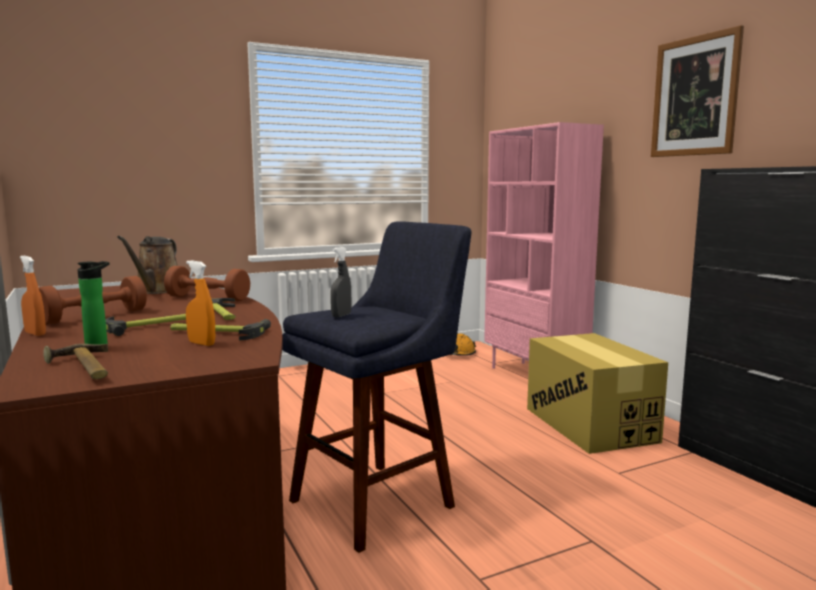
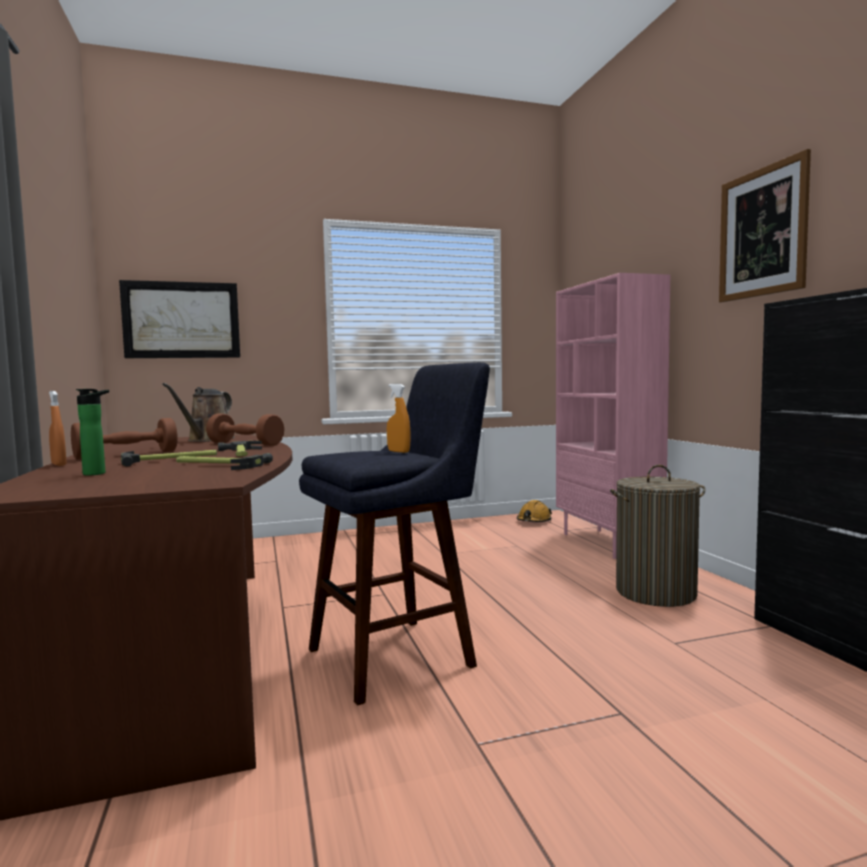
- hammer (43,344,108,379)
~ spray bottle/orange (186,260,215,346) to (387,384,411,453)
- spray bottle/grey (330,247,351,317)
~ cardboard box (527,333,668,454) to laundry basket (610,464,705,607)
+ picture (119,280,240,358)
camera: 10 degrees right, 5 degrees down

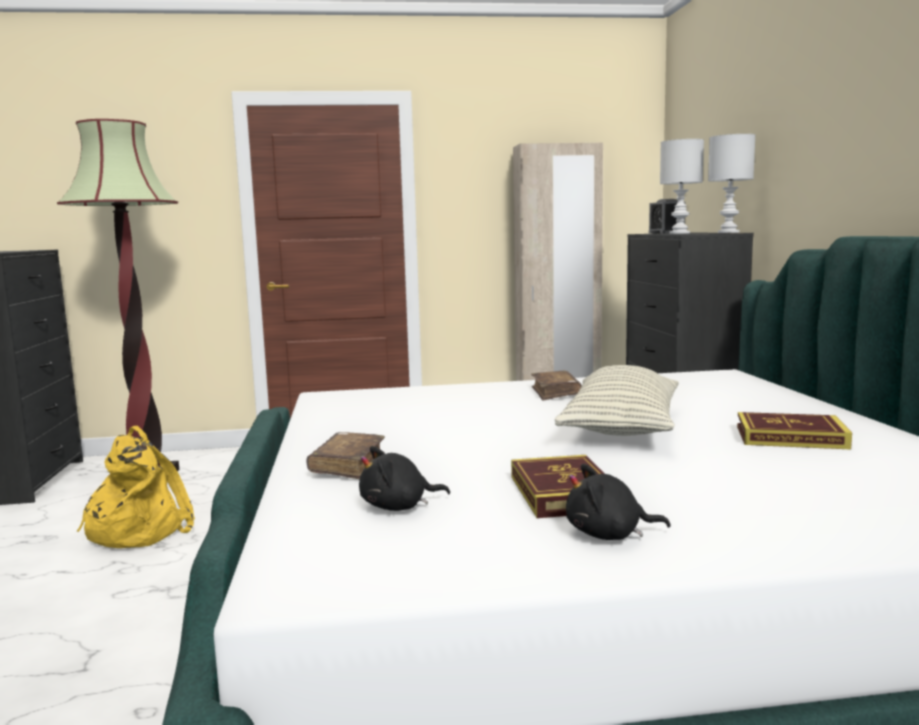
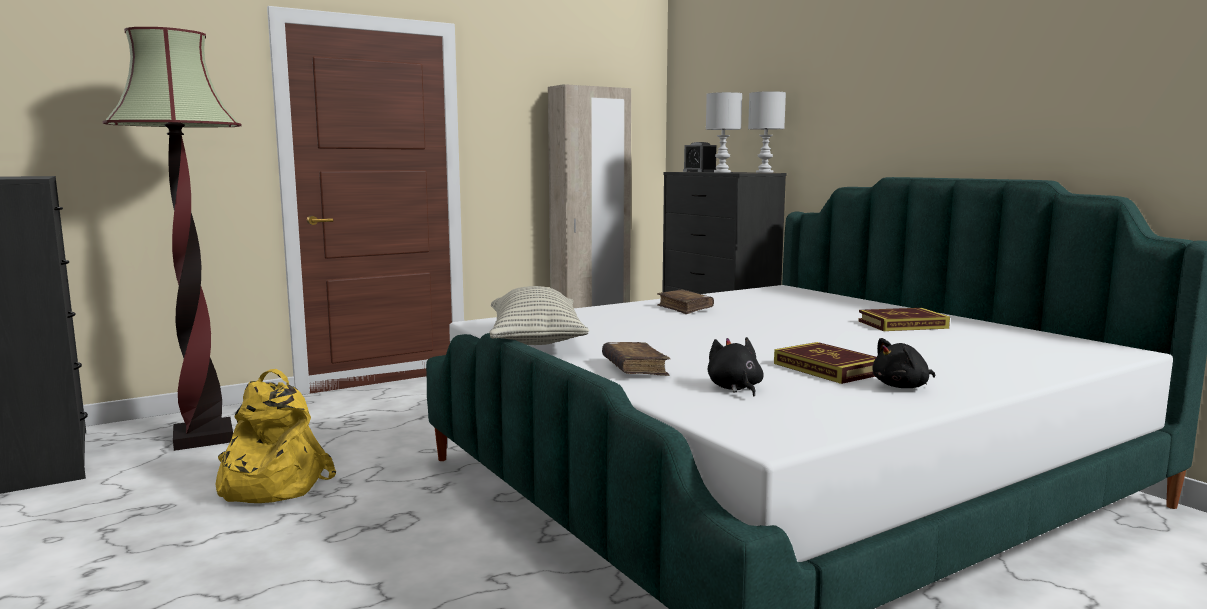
~ plush toy/black (359,446,450,511) = (708,337,764,396) 120 degrees clockwise
~ pillow (555,365,679,436) to (489,286,589,345)
camera: 25 degrees left, 0 degrees up

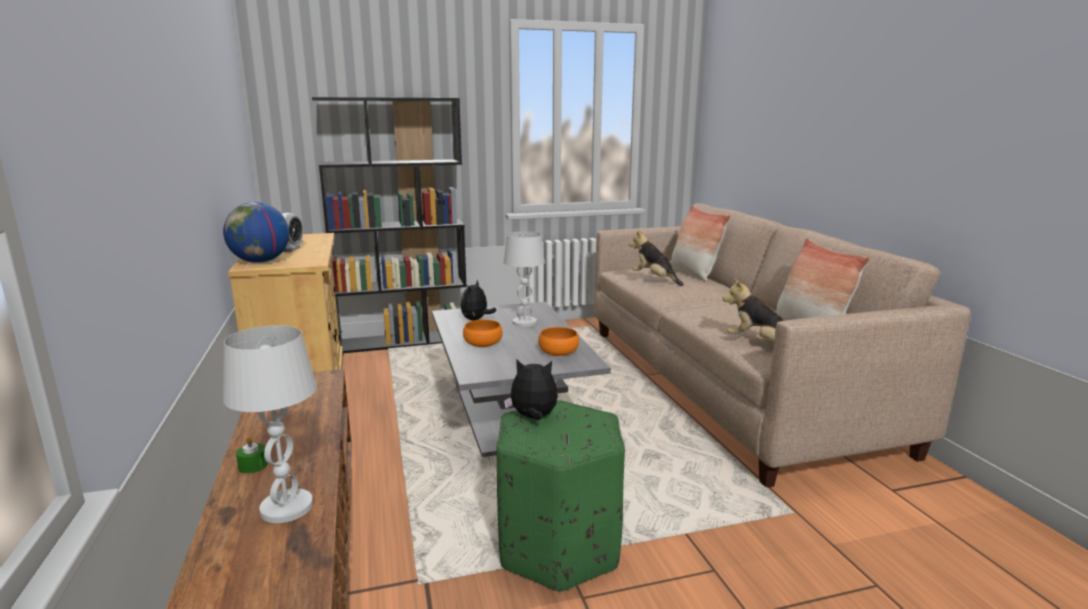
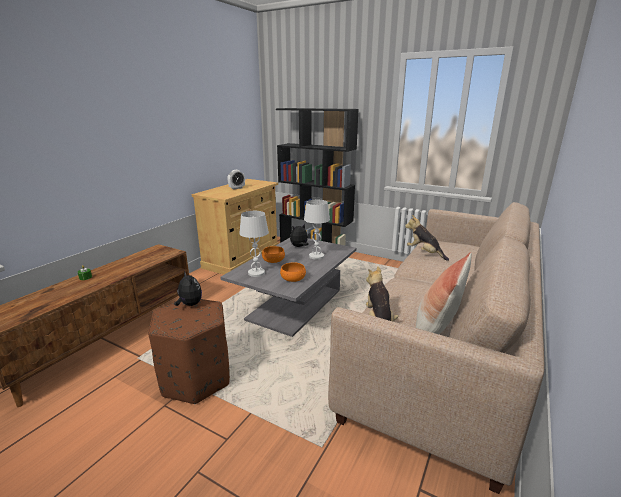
- globe (223,202,289,263)
~ table lamp/white (223,325,317,523) to (239,211,269,277)
~ ottoman/green (496,400,625,592) to ottoman/brown (148,299,230,404)
~ plush toy (629,230,684,286) = (405,215,449,261) 45 degrees counterclockwise
- pillow (670,205,730,281)
camera: 45 degrees right, 5 degrees up

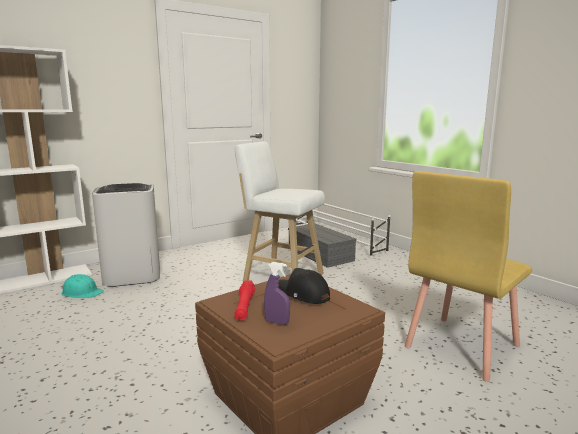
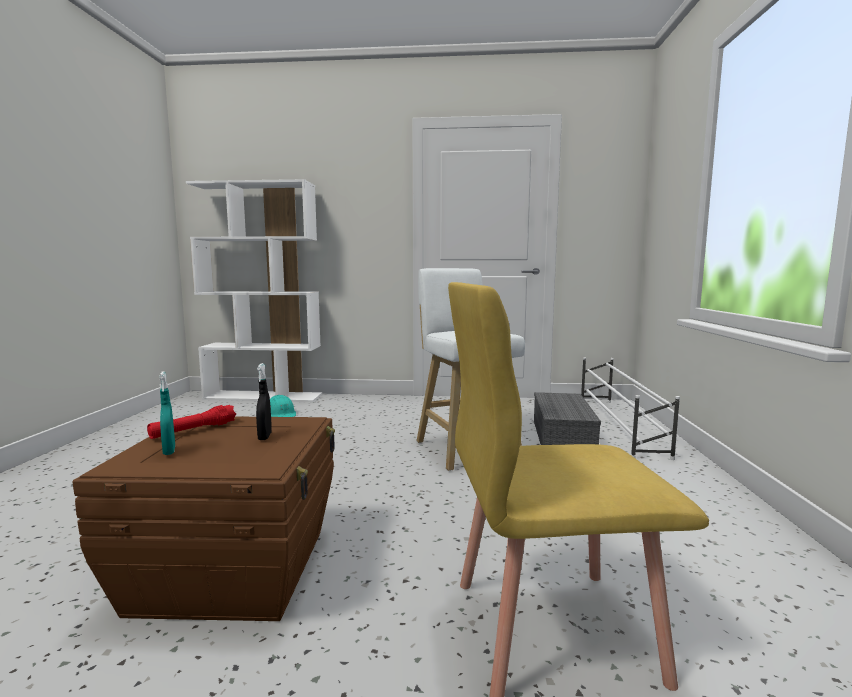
- trash can/white (92,183,160,287)
~ spray bottle/purple (264,262,290,325) to spray bottle/turquoise (159,371,175,455)
~ cap/black (278,268,330,304) to spray bottle/black (256,363,272,440)
camera: 40 degrees right, 5 degrees down

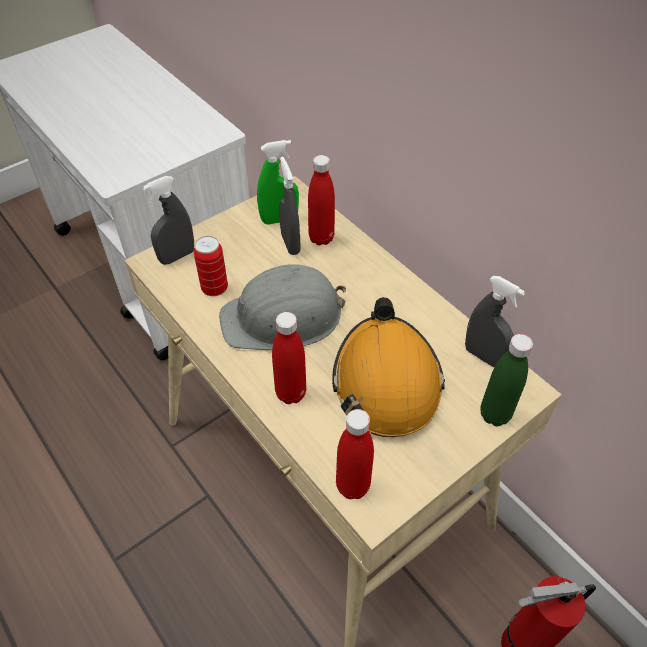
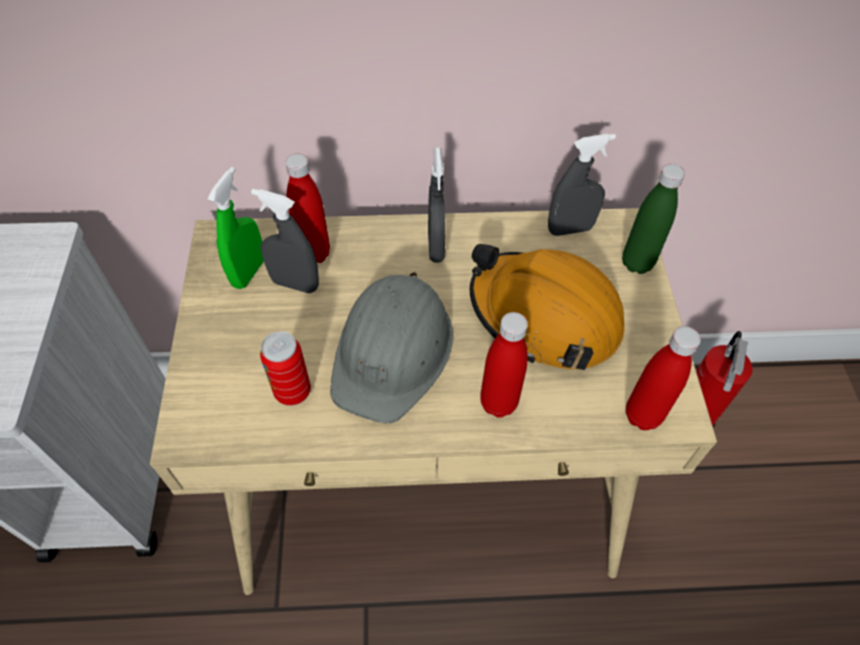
~ spray bottle/grey (143,176,194,265) to (428,147,445,263)
camera: 55 degrees left, 5 degrees up

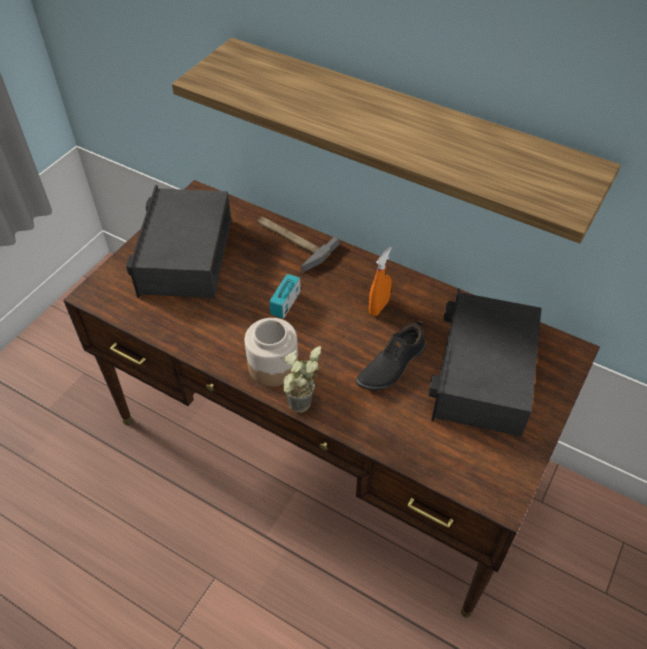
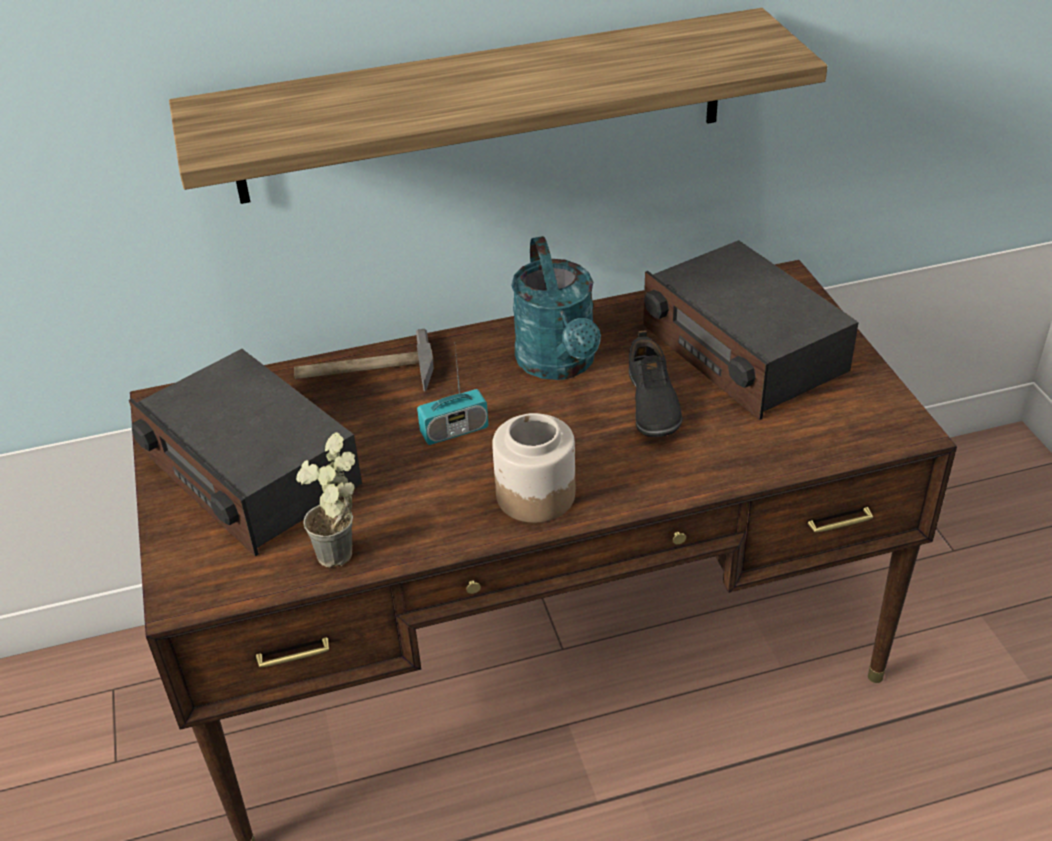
~ radio (270,270,301,319) = (417,347,489,445) 90 degrees counterclockwise
~ potted plant (283,346,321,413) to (296,432,355,567)
~ spray bottle/orange (369,246,392,316) to watering can/turquoise (511,236,601,380)
camera: 45 degrees left, 10 degrees down

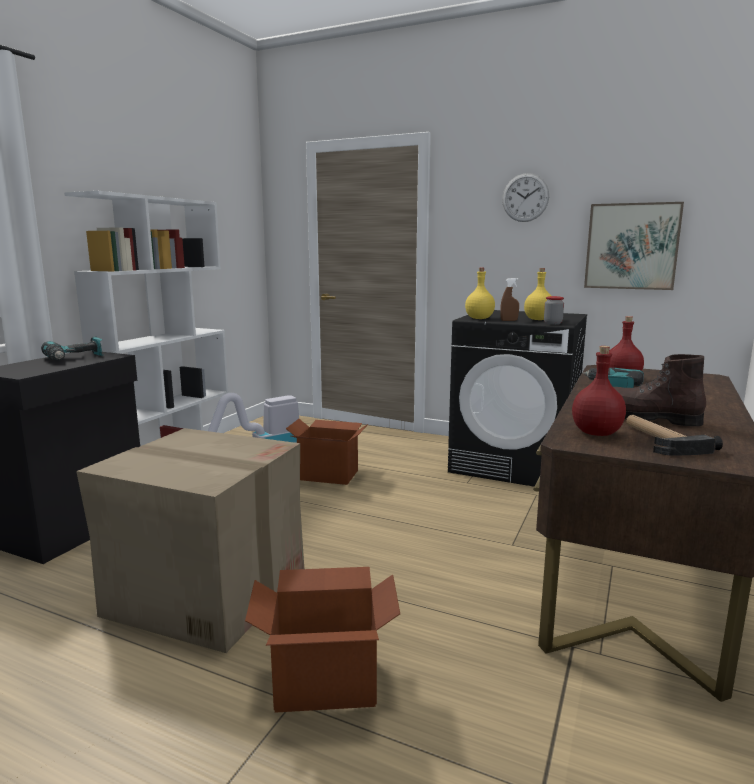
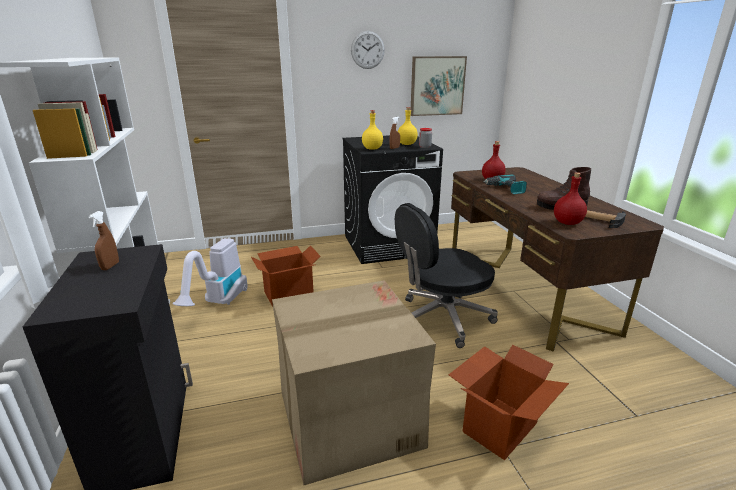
~ power drill (41,337,103,360) to spray bottle/brown (88,211,119,270)
+ office chair/black (395,203,498,348)
camera: 40 degrees left, 10 degrees up

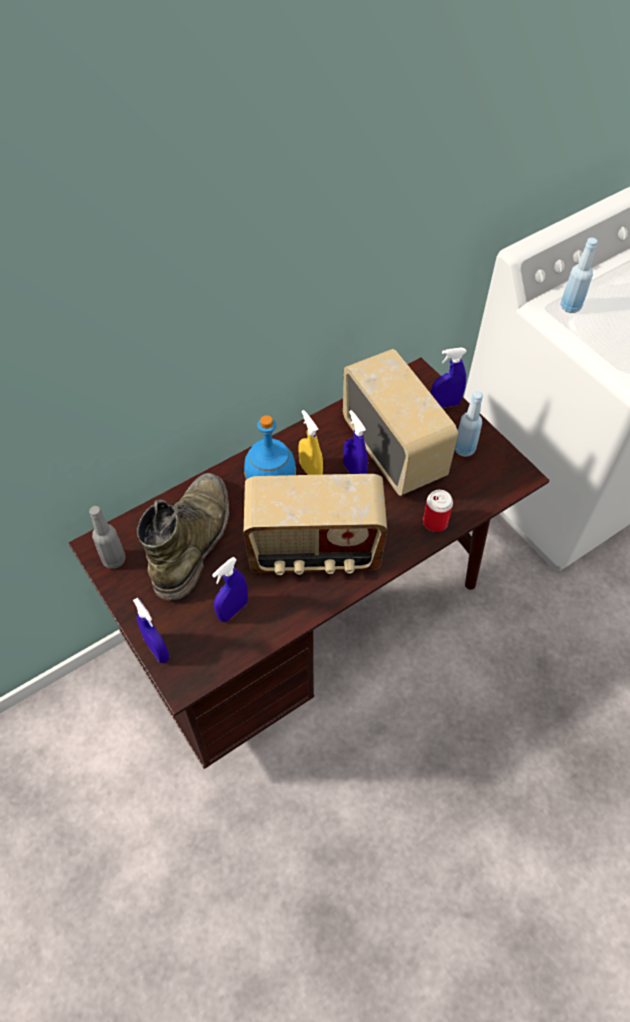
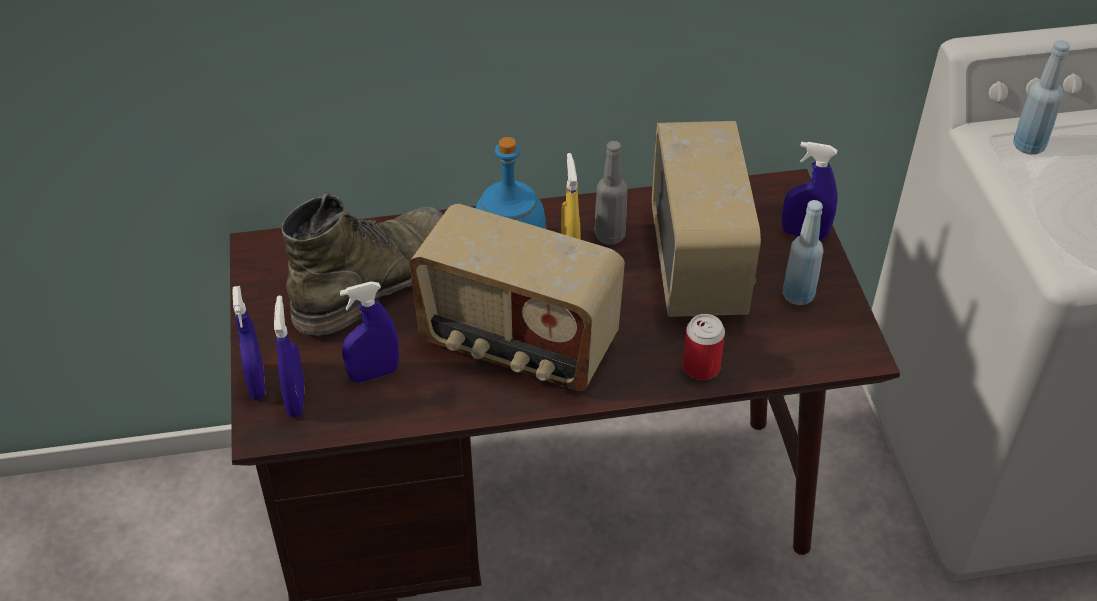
~ bottle/grey (89,506,126,569) to (594,141,628,244)
~ spray bottle/blue (343,410,368,474) to (274,296,305,417)
camera: 25 degrees right, 10 degrees down

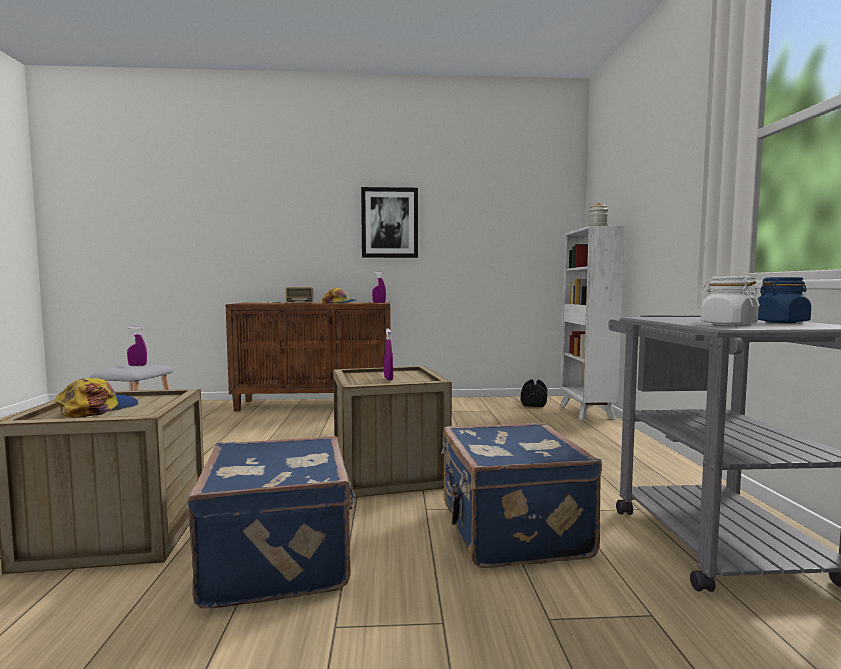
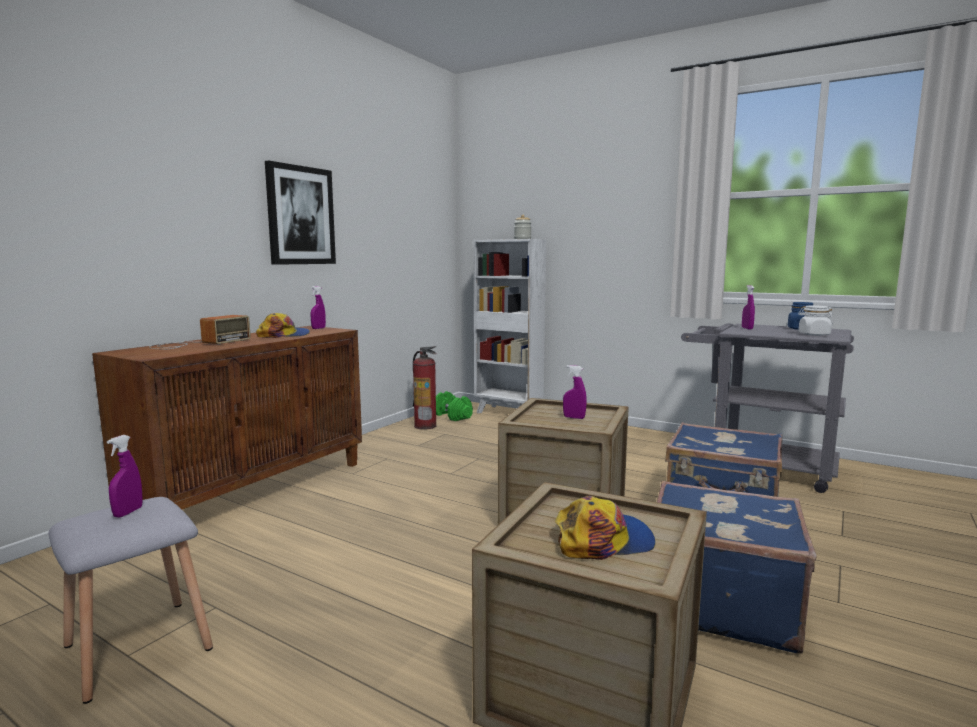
~ cap (55,378,138,418) = (555,496,655,560) 105 degrees clockwise
~ dumbbell/black (521,379,547,407) to dumbbell/green (436,391,473,421)
+ fire extinguisher (413,346,437,429)
+ spray bottle/purple (742,285,755,330)
camera: 55 degrees left, 5 degrees up

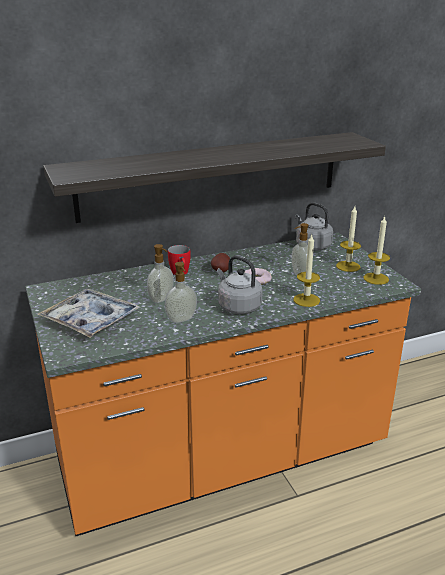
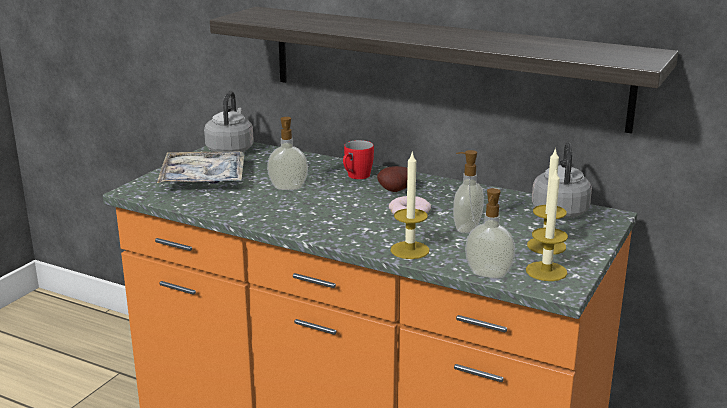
~ soap dispenser (165,262,197,323) to (465,188,515,279)
~ kettle/grey (217,256,263,314) to (204,91,254,152)
camera: 50 degrees right, 5 degrees down

